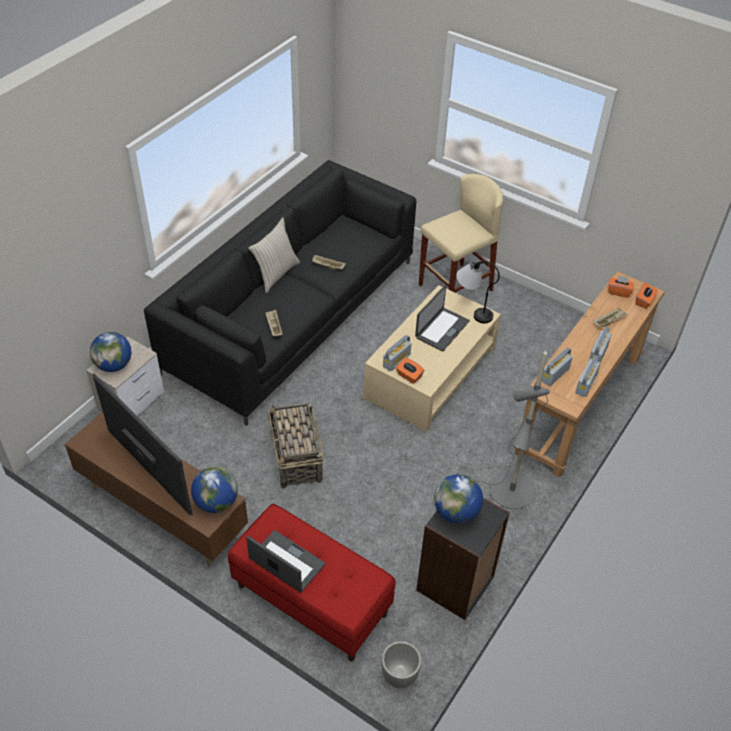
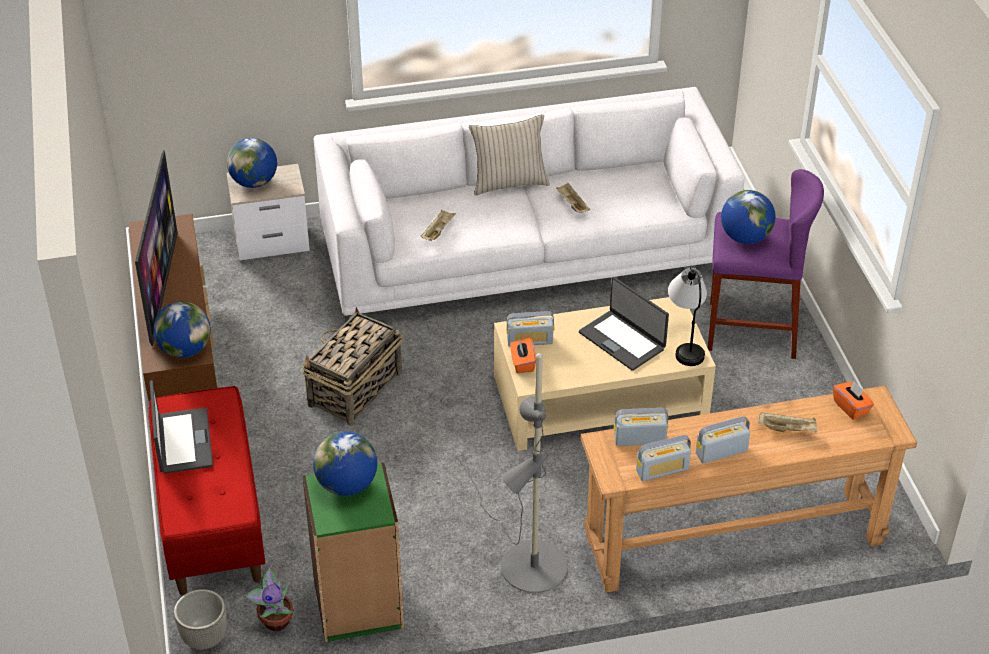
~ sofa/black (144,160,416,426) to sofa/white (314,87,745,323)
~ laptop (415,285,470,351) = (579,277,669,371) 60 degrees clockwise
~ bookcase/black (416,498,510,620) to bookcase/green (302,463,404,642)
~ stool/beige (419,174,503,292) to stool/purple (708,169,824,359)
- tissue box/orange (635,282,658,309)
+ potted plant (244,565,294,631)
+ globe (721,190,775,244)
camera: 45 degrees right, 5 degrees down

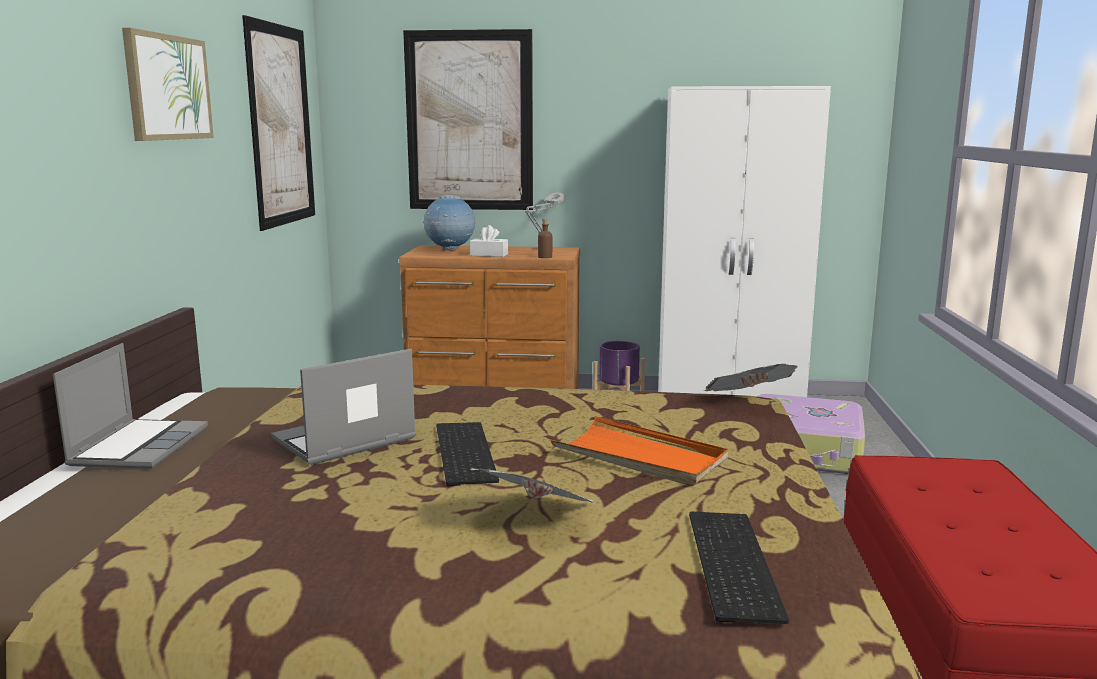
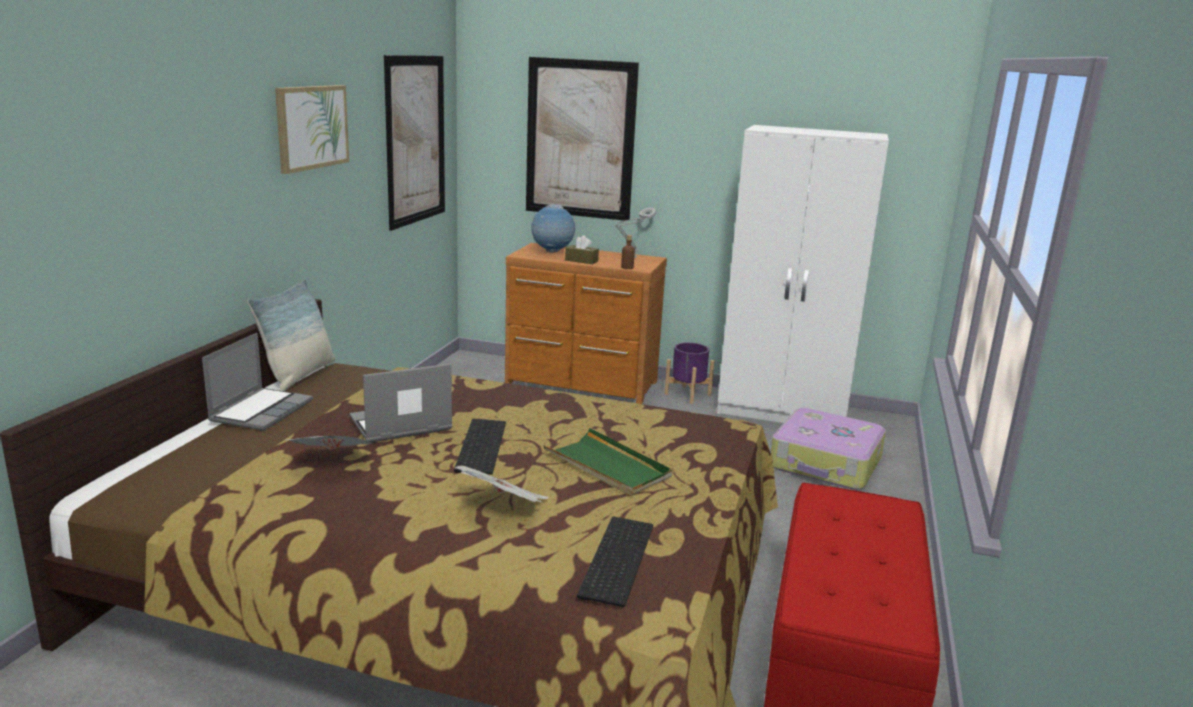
~ tissue box/white (470,225,508,257) to tissue box/brown (565,235,599,264)
~ tray/orange (551,416,728,486) to tray/green (543,428,672,496)
~ newspaper (704,364,798,391) to (284,436,373,450)
+ pillow (247,279,335,391)
camera: 10 degrees right, 5 degrees up

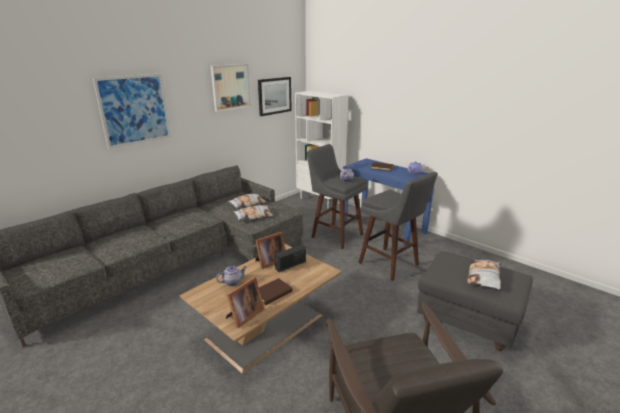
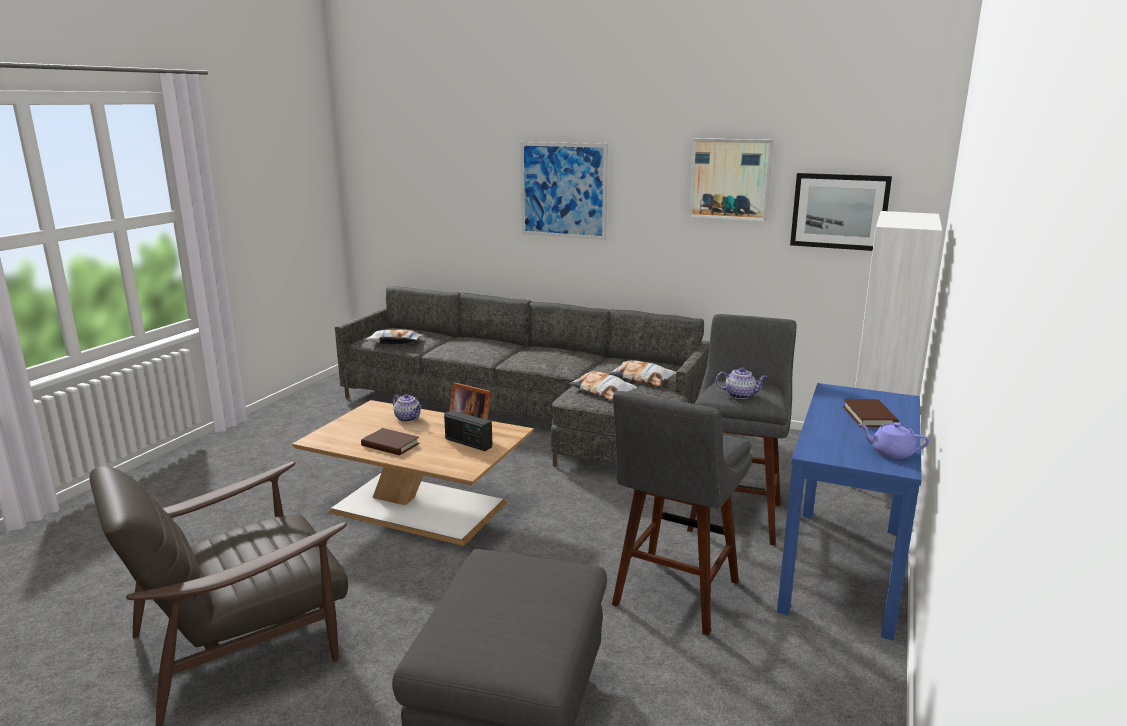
- picture frame (226,277,264,328)
~ pillow (467,259,501,289) to (365,329,424,344)
camera: 70 degrees right, 5 degrees down

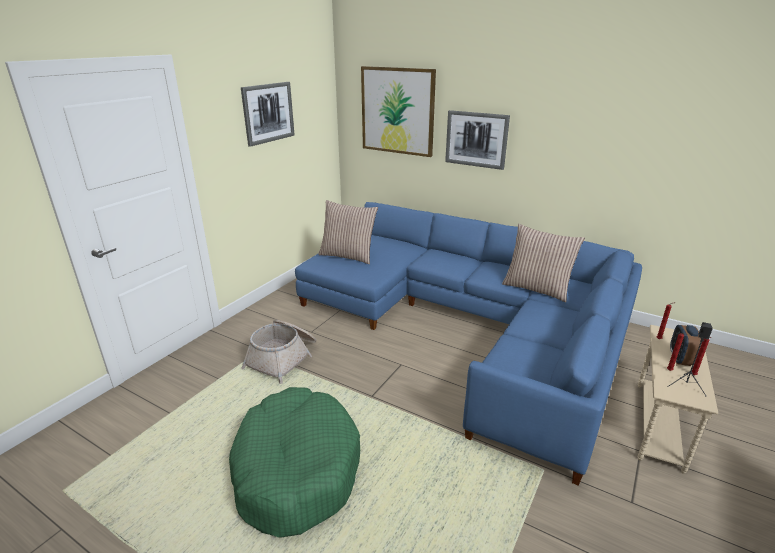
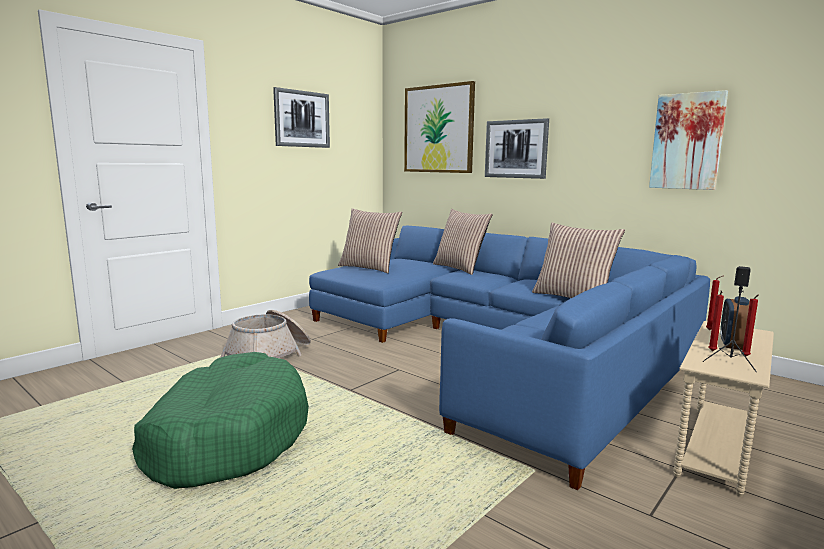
+ pillow (433,209,493,275)
+ picture (649,90,728,190)
camera: 10 degrees right, 15 degrees down

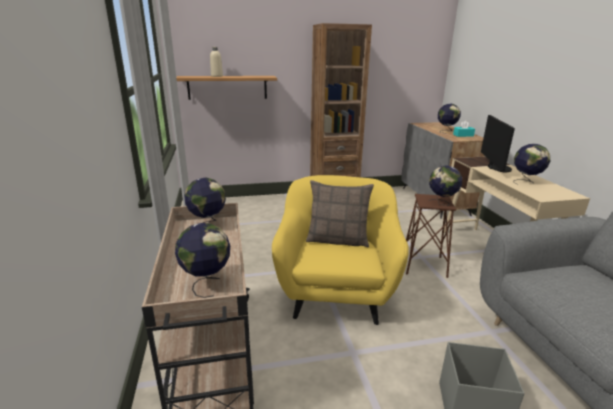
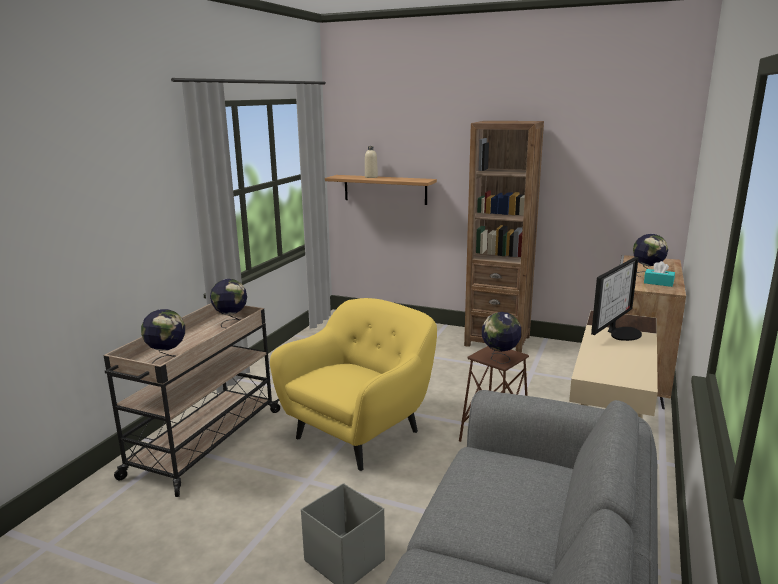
- pillow (306,180,374,247)
- globe (513,144,550,184)
camera: 35 degrees right, 5 degrees down

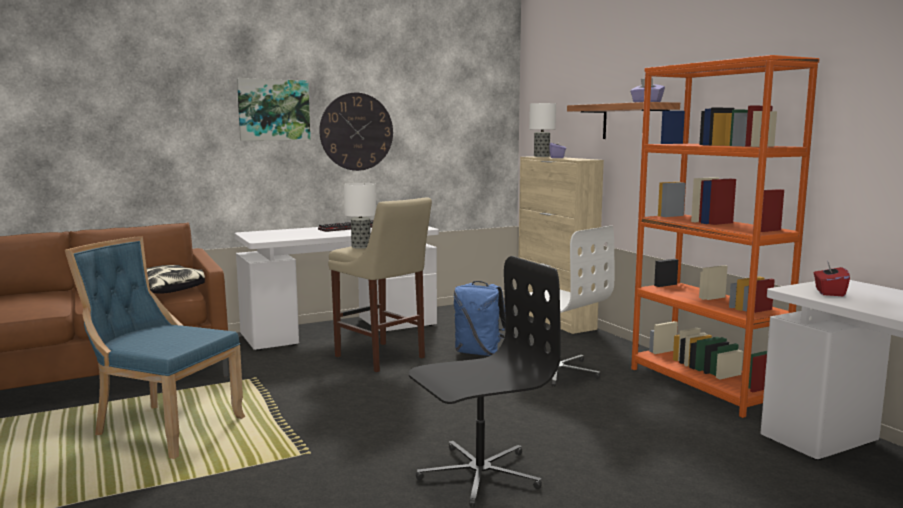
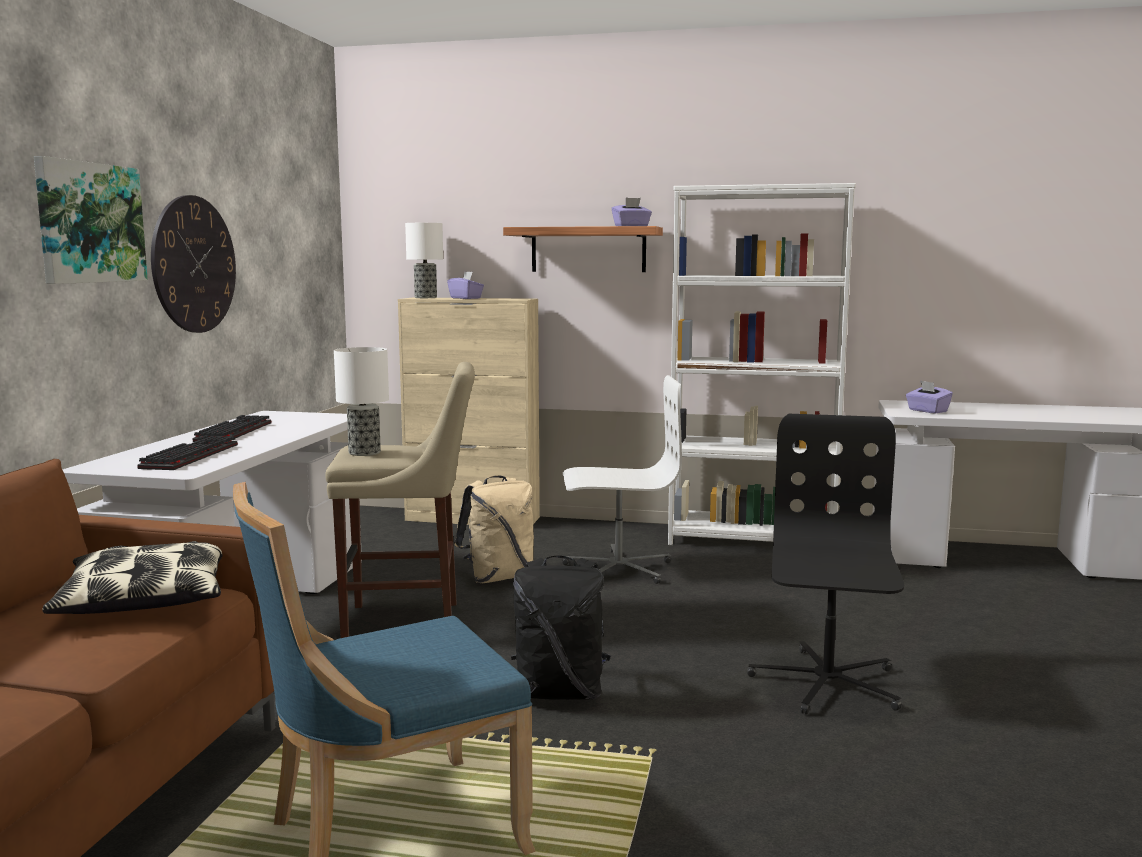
~ backpack/blue (454,281,506,356) to backpack/beige (454,475,534,583)
~ bookcase/orange (631,55,820,418) to bookcase/white (668,183,856,545)
~ tissue box/red (814,261,850,296) to tissue box/purple (906,380,953,413)
+ keyboard (137,435,238,470)
+ backpack/black (511,556,611,700)
camera: 50 degrees left, 0 degrees up

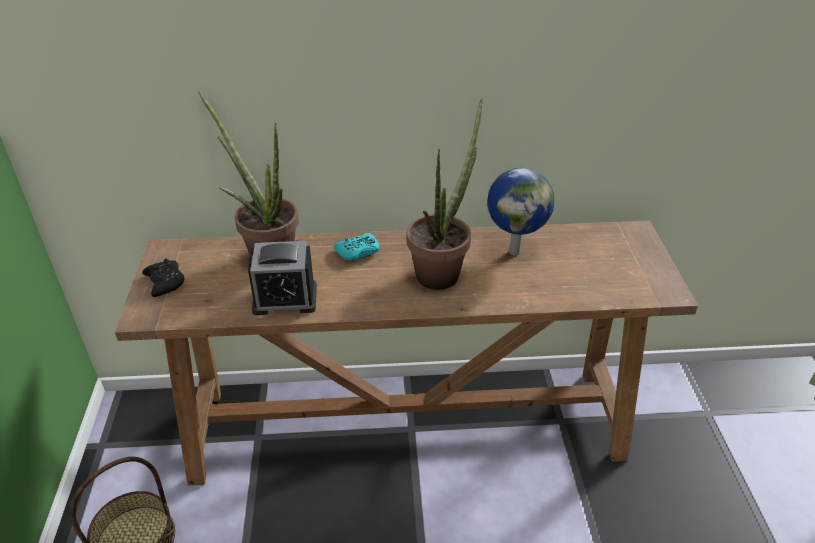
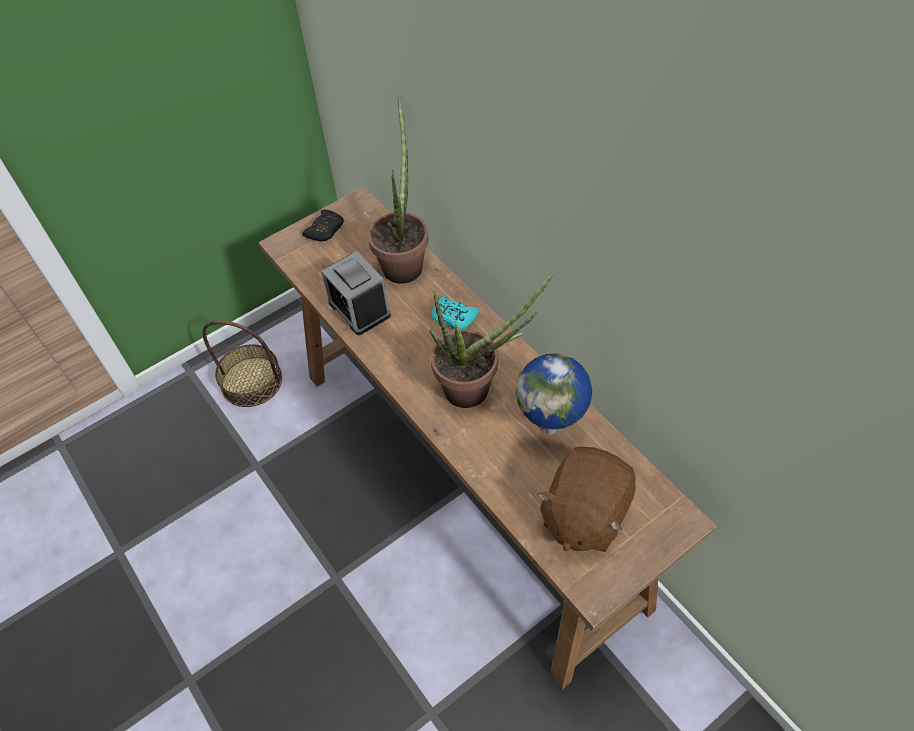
+ plush toy/brown (537,447,636,552)
camera: 60 degrees right, 15 degrees up

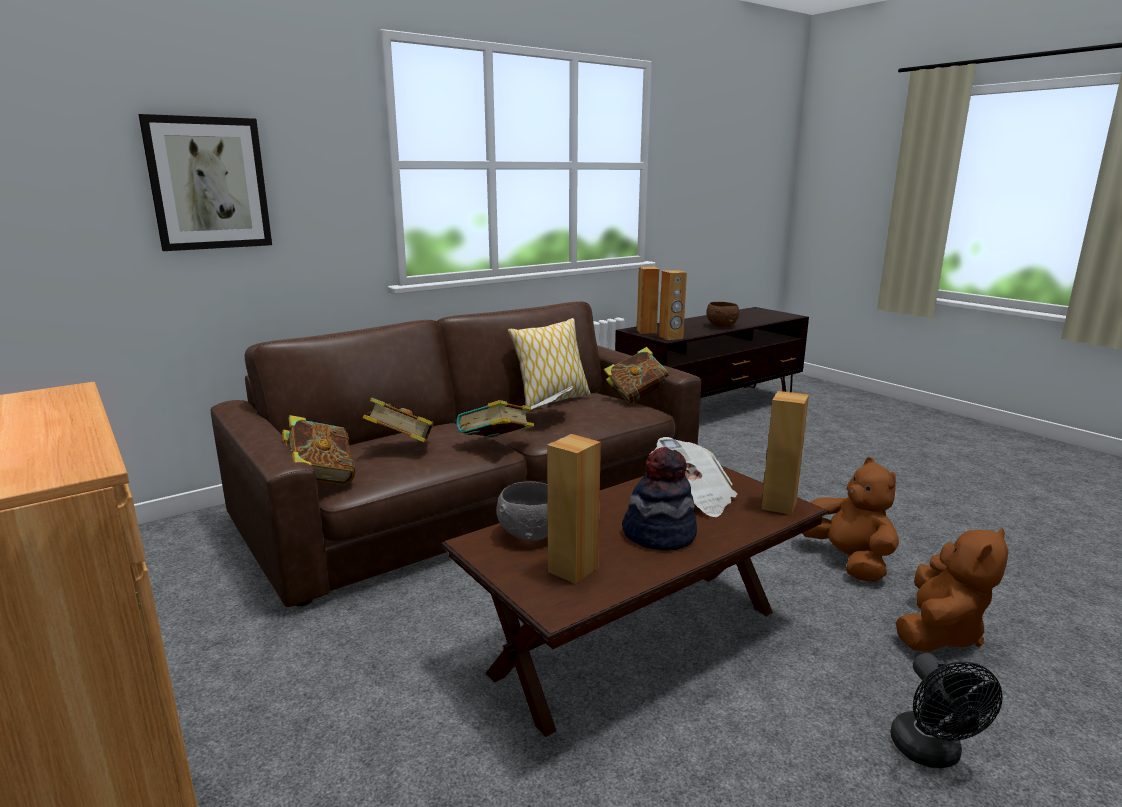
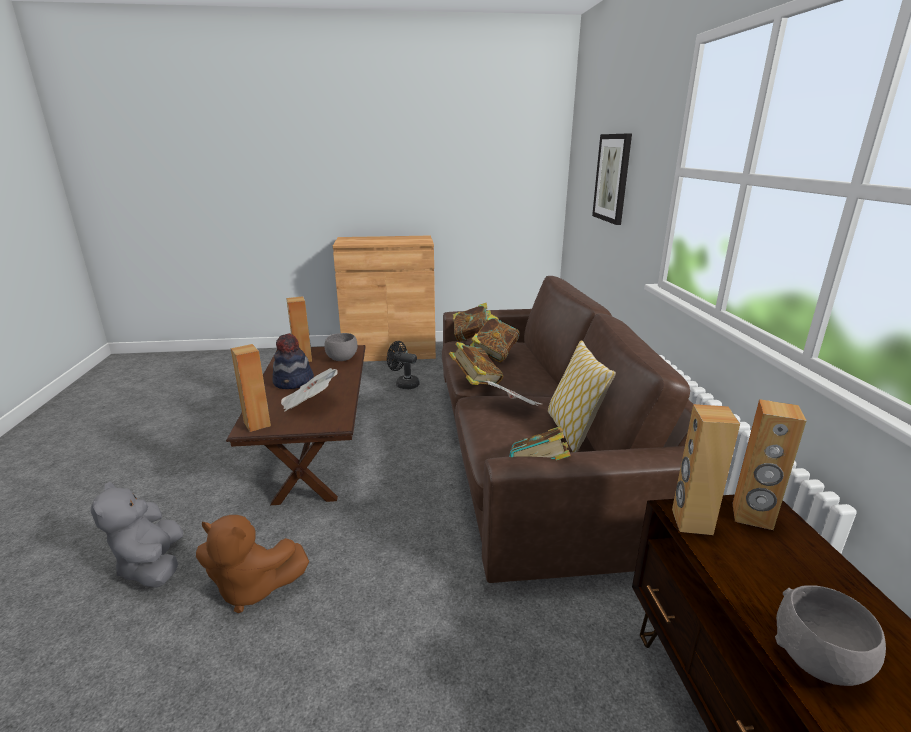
~ bowl/brown (706,302,739,327) to bowl/grey (775,585,886,686)
~ fan/black (890,653,1003,768) to (387,341,420,389)
~ plush toy/brown (896,527,1008,652) to plush toy/grey (91,482,183,587)
camera: 120 degrees right, 5 degrees up

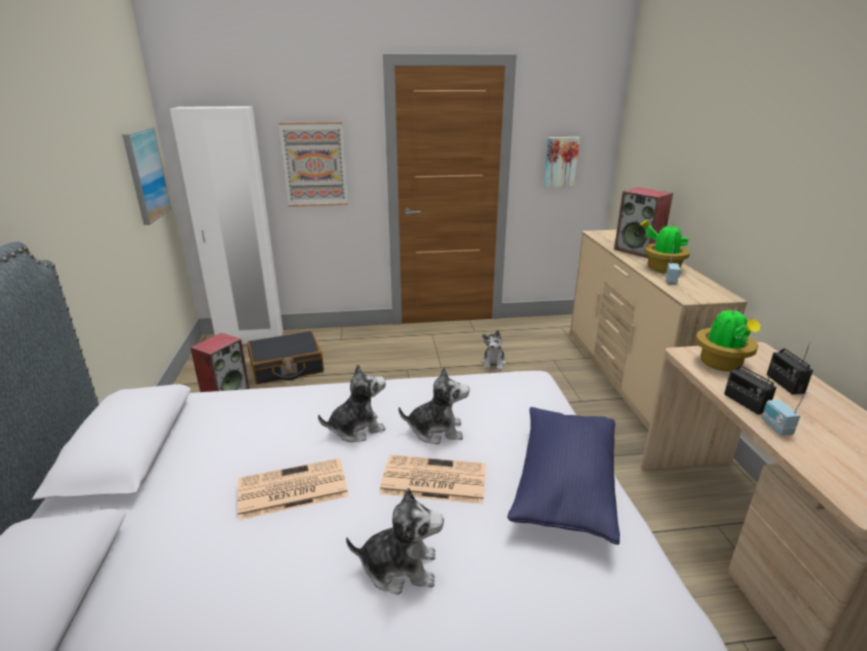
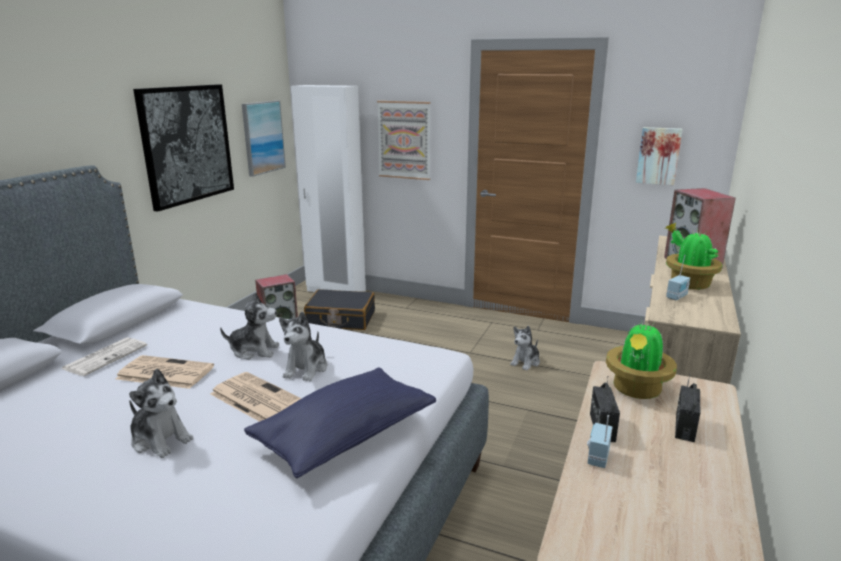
~ plush toy (398,367,470,444) = (279,312,327,381) 75 degrees clockwise
+ newspaper (62,337,147,376)
+ picture (133,84,234,212)
camera: 30 degrees right, 5 degrees down

